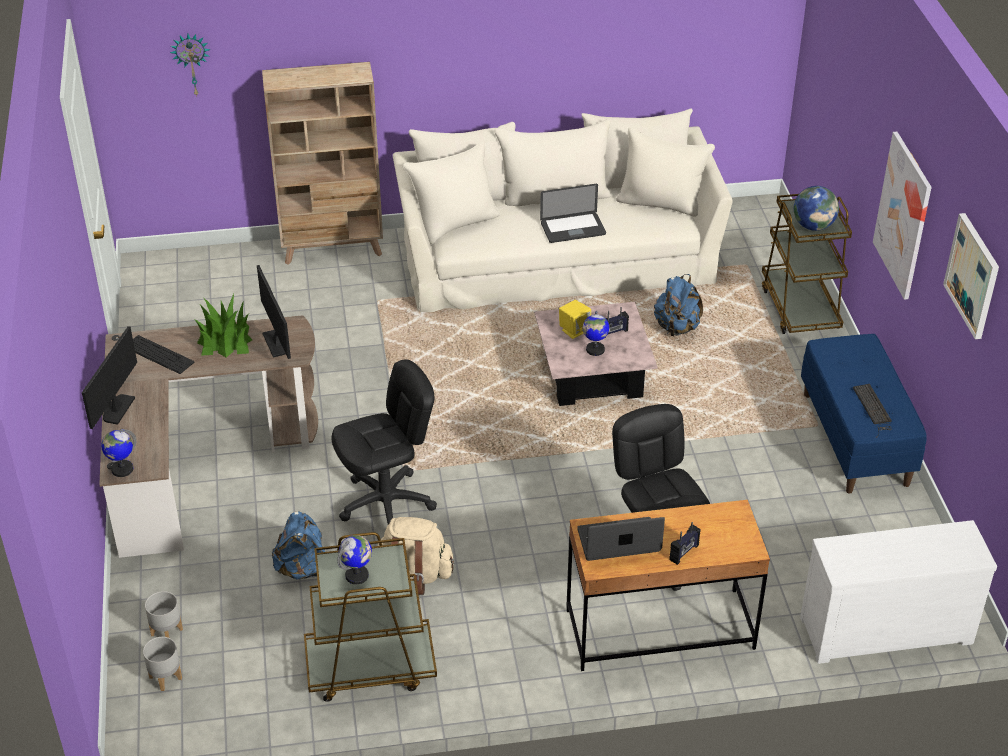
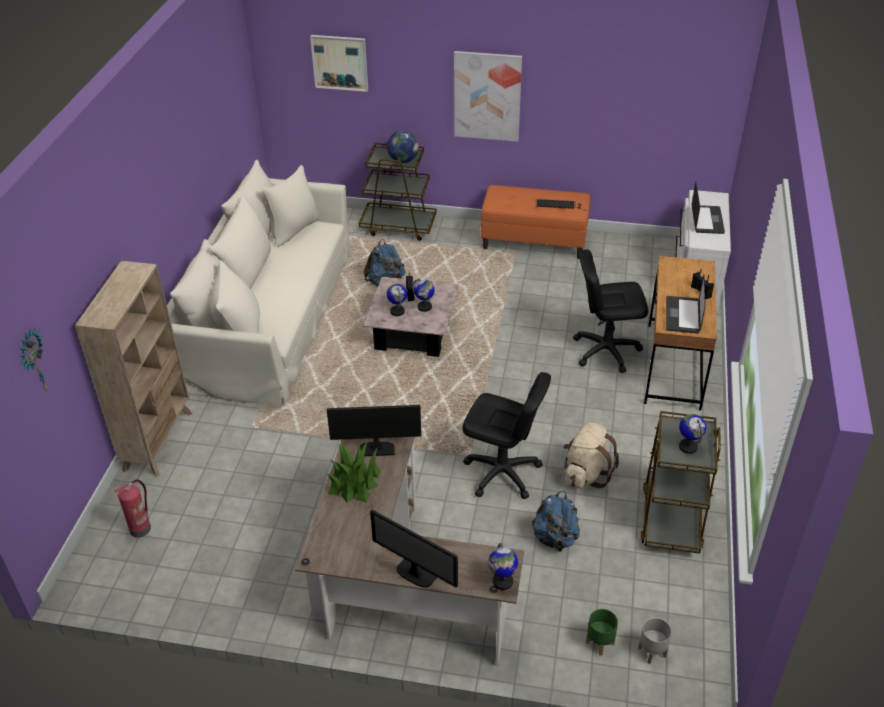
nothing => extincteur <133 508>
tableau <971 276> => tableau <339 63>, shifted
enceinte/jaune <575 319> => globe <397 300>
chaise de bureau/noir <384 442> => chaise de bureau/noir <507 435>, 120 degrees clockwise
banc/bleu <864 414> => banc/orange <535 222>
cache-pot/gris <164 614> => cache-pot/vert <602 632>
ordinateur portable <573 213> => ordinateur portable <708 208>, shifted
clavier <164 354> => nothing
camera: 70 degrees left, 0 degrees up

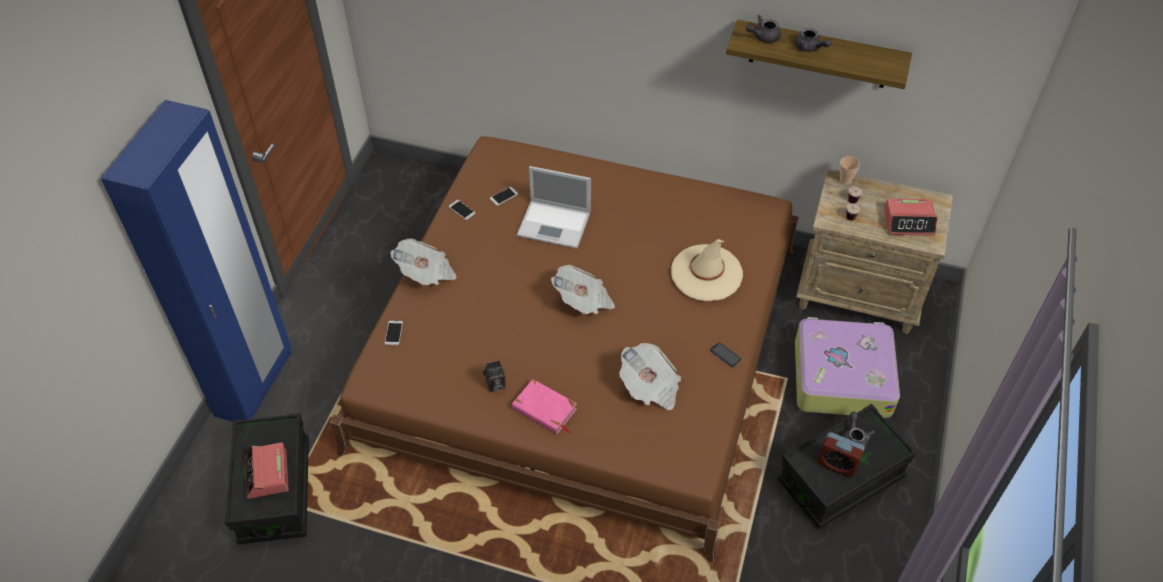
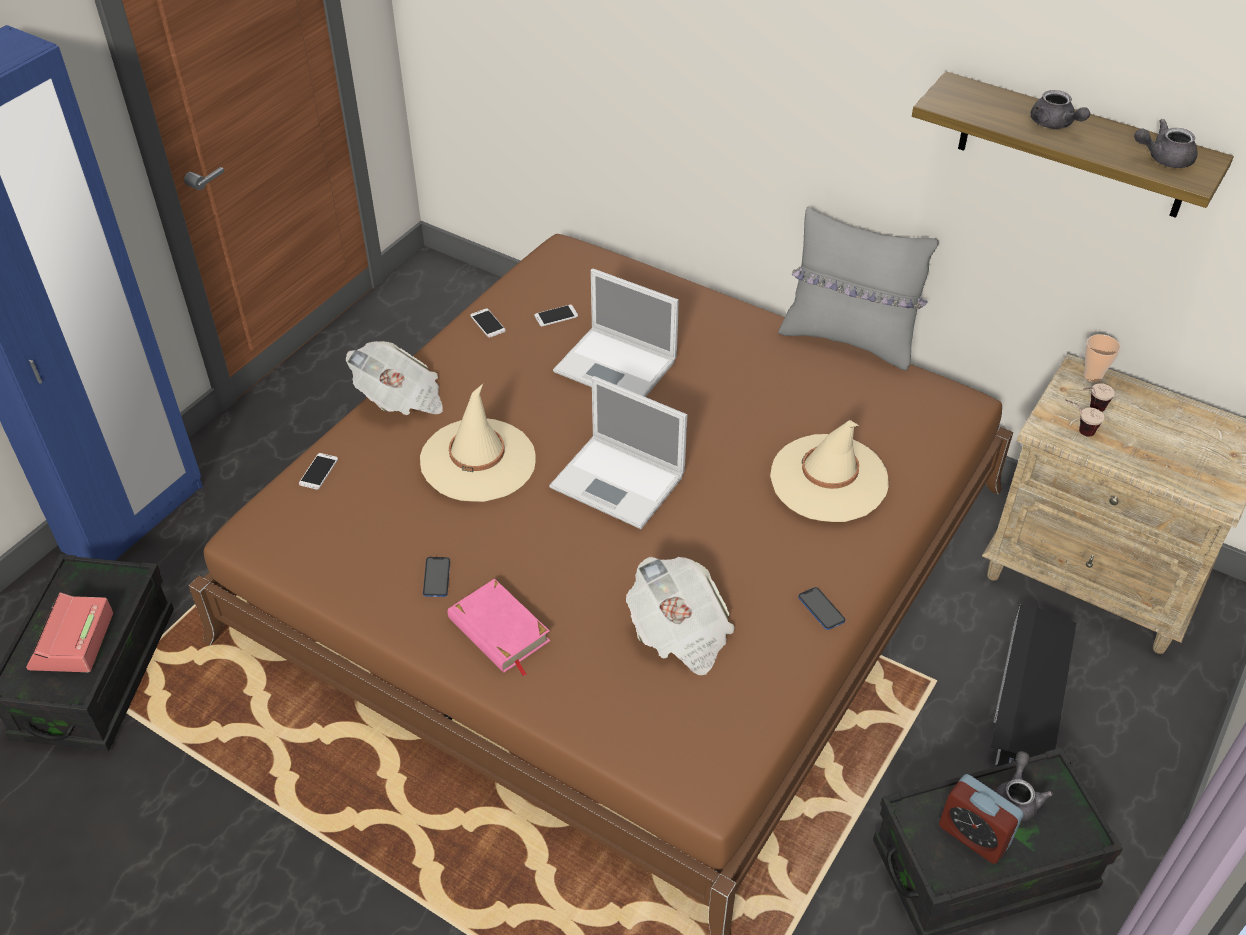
nothing => chapeau/beige <478 443>
appareil photo <494 376> => téléphone <436 577>
journal <583 290> => ordinateur portable <618 452>
nothing => coussin/gris <858 289>
valise <847 367> => boîte de rangement/noir <1034 685>
théière/gris <763 29> => théière/gris <1166 143>, shifted
réveil <911 217> => nothing
camera: 15 degrees right, 5 degrees down

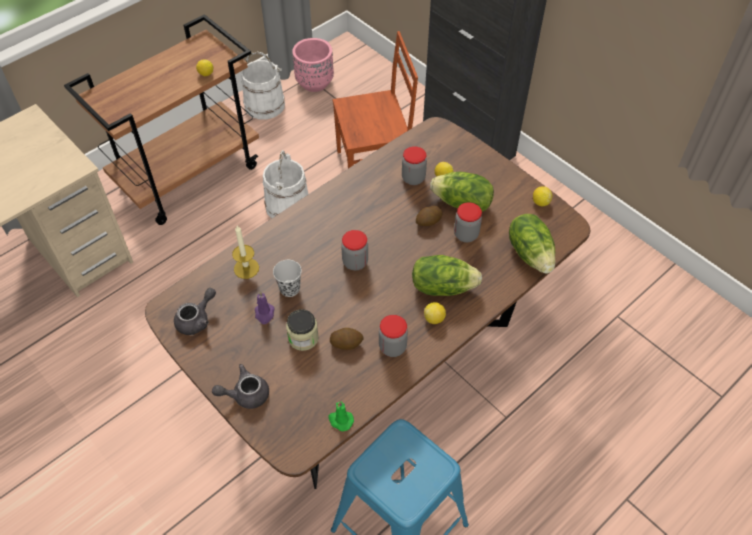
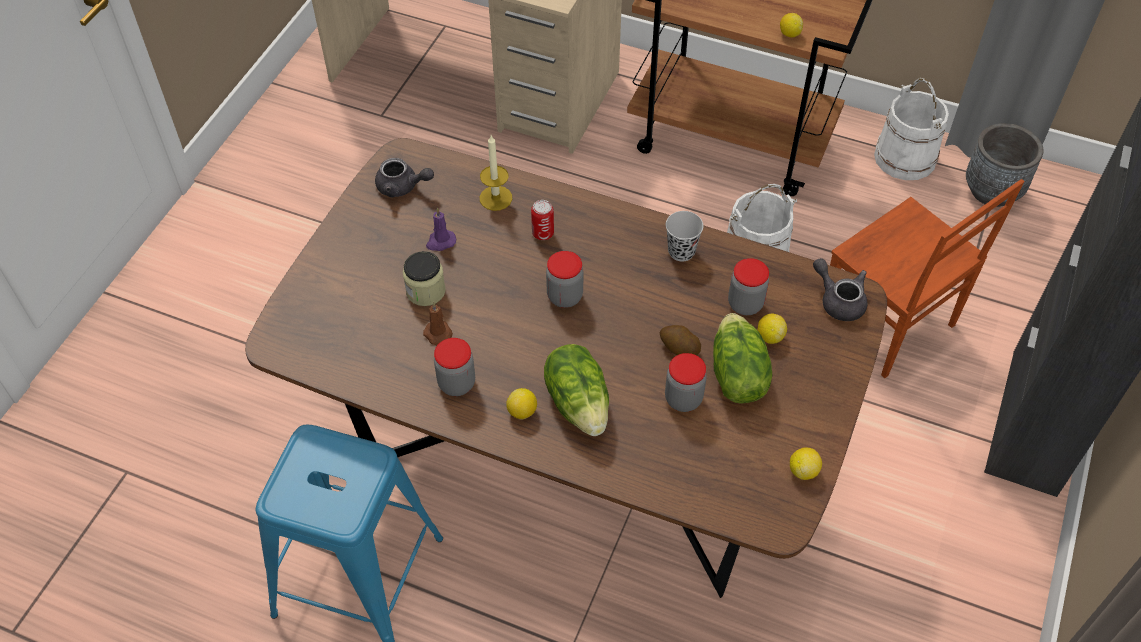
pomme de terre <347 339> => bougie/marron <438 323>
nothing => boîte métallique <542 220>
tasse/noir <287 278> => tasse/noir <684 236>, shifted
théière/gris <240 386> => théière/gris <840 289>, shifted
cache-pot/rose <313 65> => cache-pot/gris <1005 165>
bougie/vert <341 416> => nothing
laitue <532 244> => nothing
camera: 65 degrees right, 0 degrees up

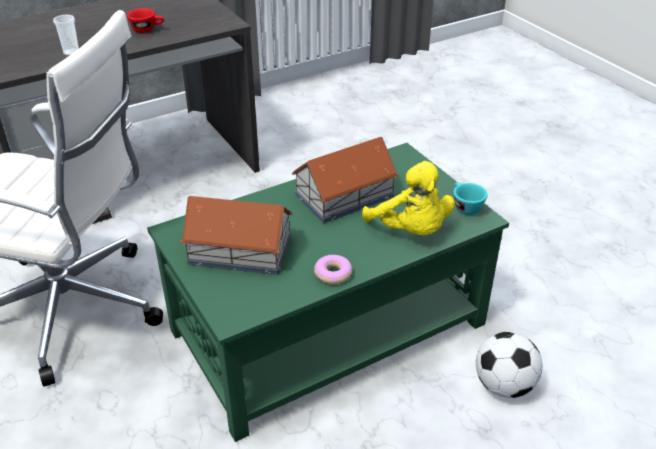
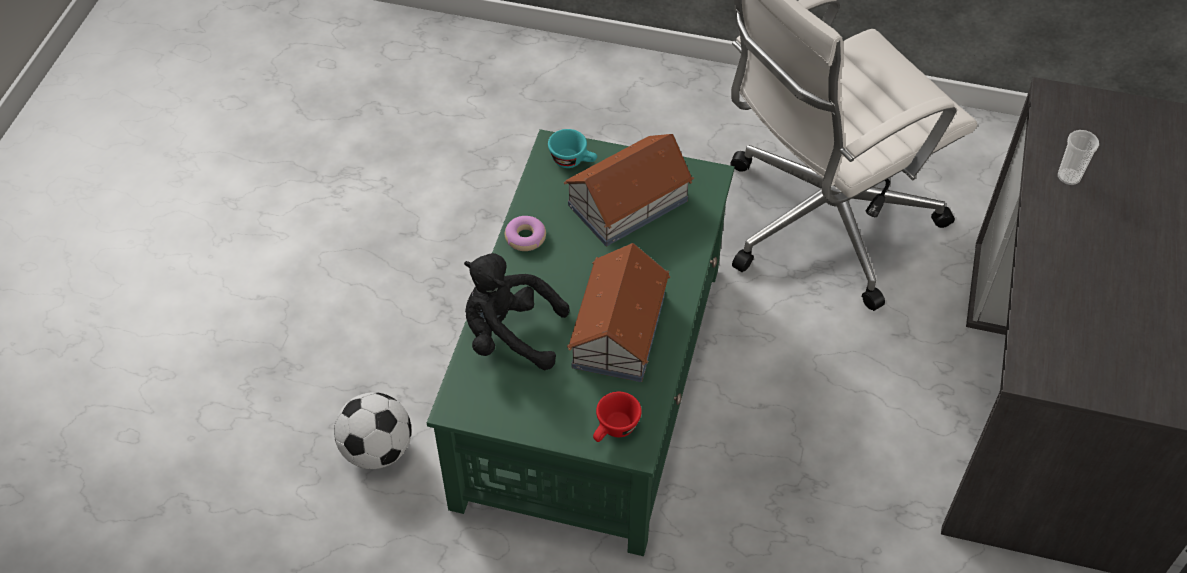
peluche/jaune <408 198> => peluche/noir <516 311>
tasse/turquoise <470 199> => tasse/turquoise <572 148>, shifted
tasse/rouge <145 20> => tasse/rouge <617 417>, shifted
camera: 135 degrees right, 15 degrees up

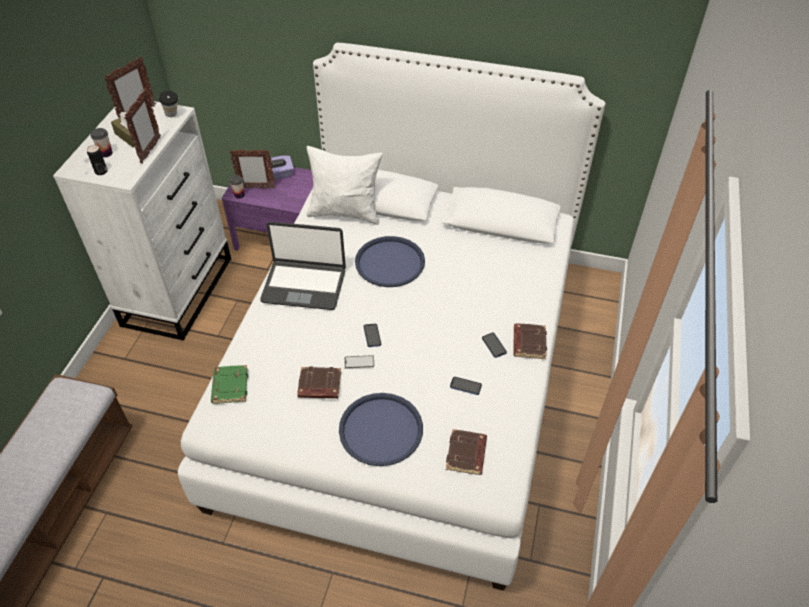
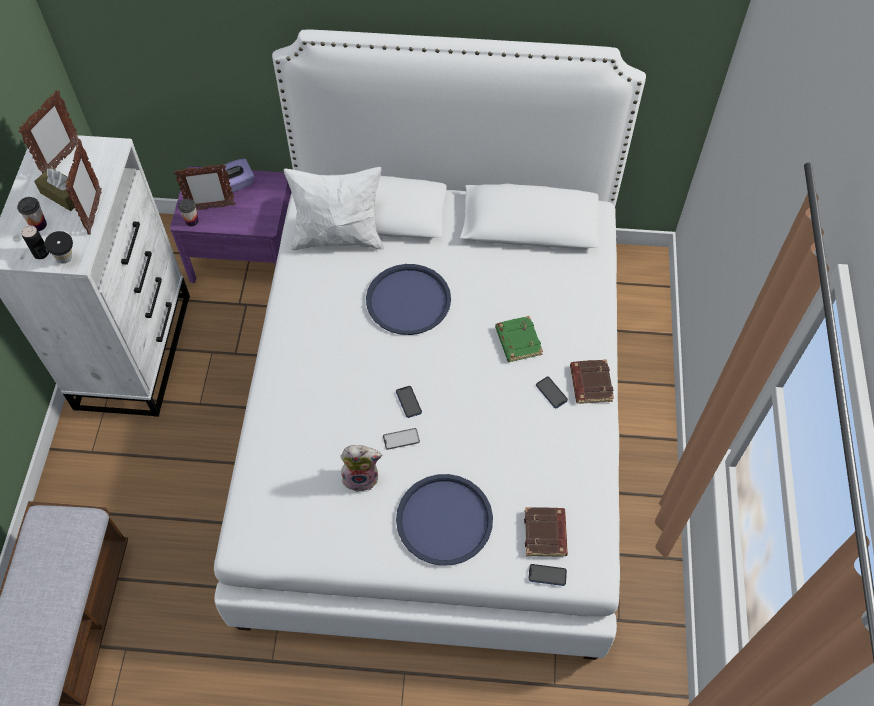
tasse <168 104> => tasse <59 247>, shifted
livre/marron <319 382> => peluche <361 468>
livre/vert <229 384> => livre/vert <519 339>, shifted
téléphone <466 386> => téléphone <547 575>, shifted
ordinateur portable <303 266> => nothing
camera: 10 degrees left, 10 degrees up

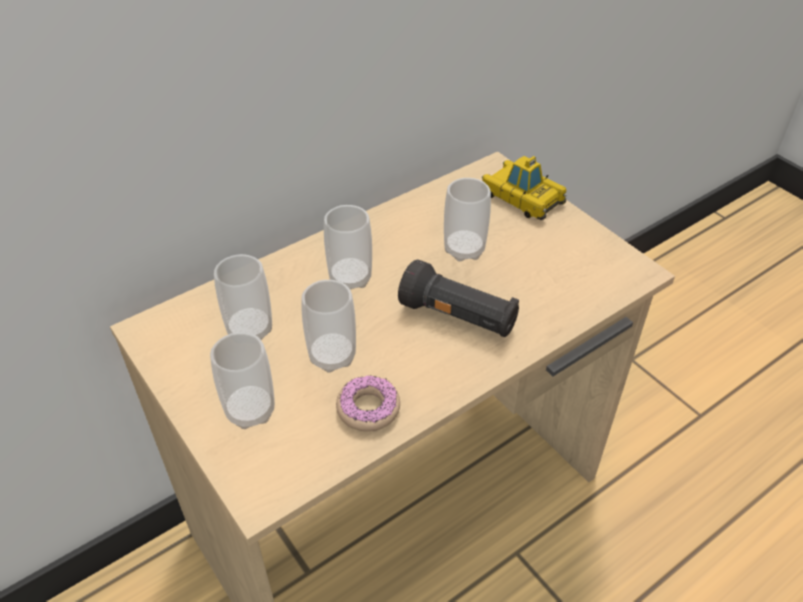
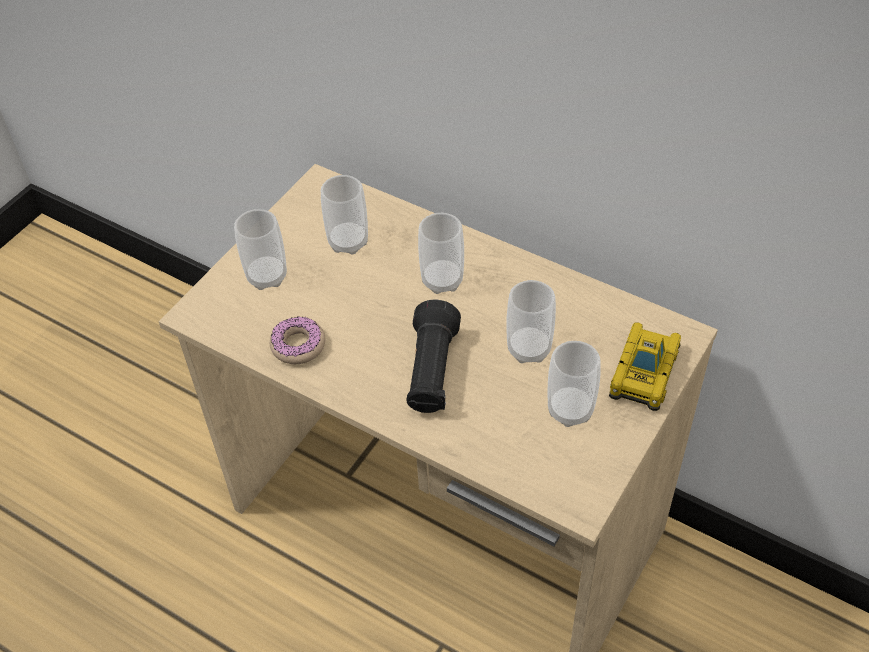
tasse <329 326> => tasse <574 384>, shifted
camera: 70 degrees right, 5 degrees up

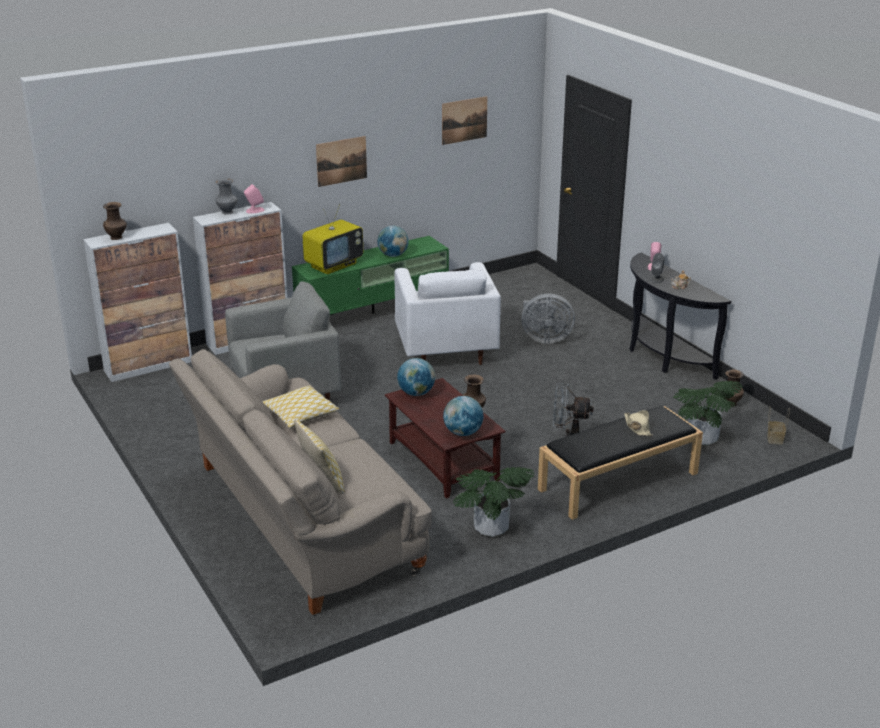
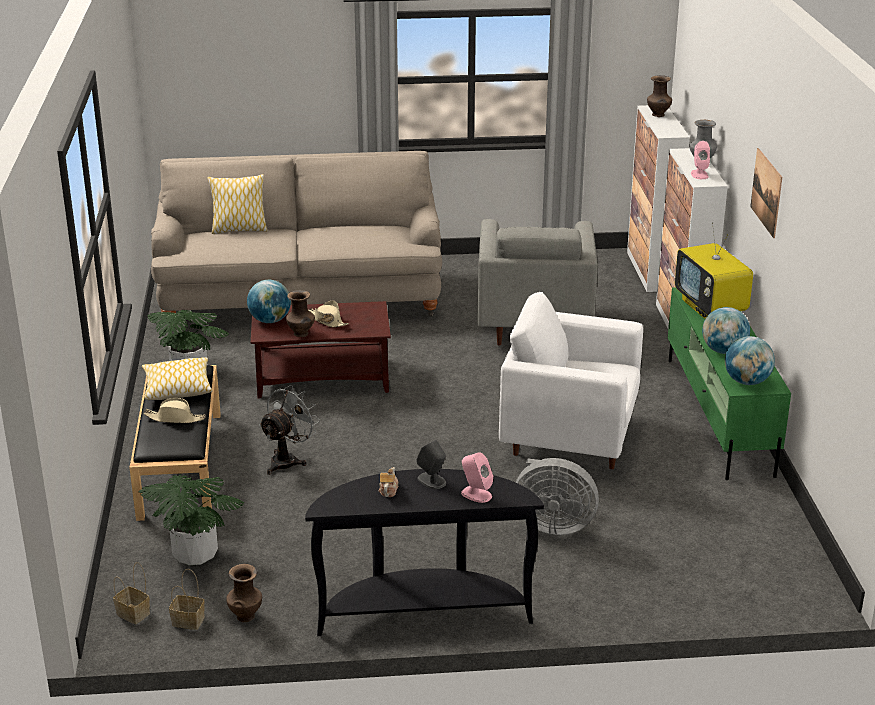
coussin <300 406> => coussin <177 378>, shifted
nothing => panier <187 599>
nothing => chapeau/beige <328 314>
ventilateur/gris <548 318> => ventilateur/gris <557 496>, 105 degrees counterclockwise
globe <416 377> => globe <750 360>, shifted
tableau <464 120> => nothing
camera: 115 degrees right, 0 degrees up

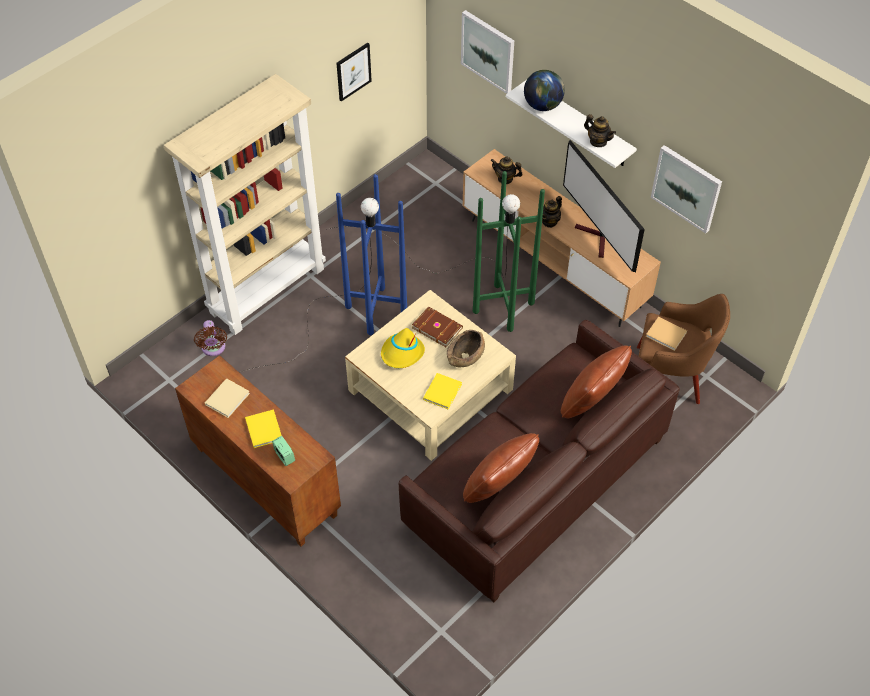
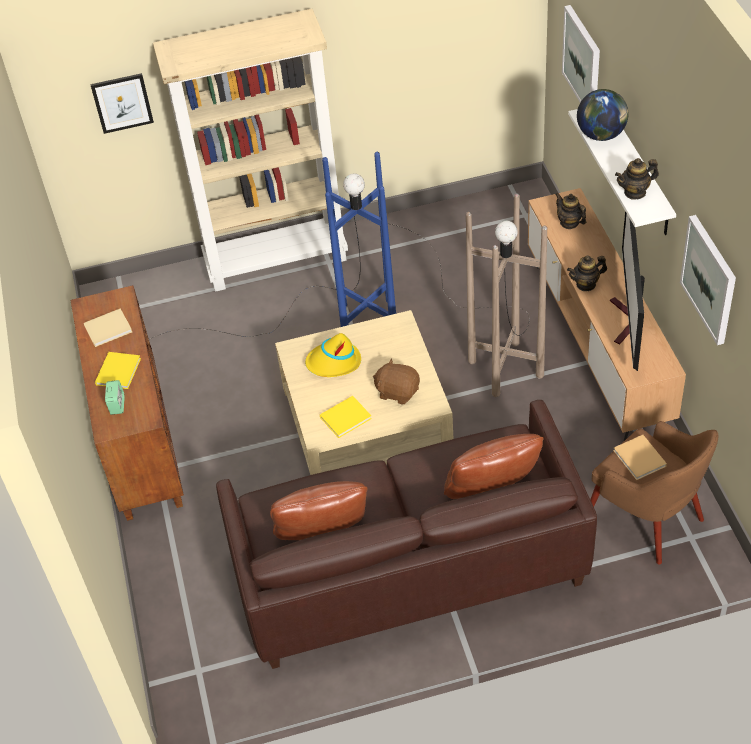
tableau <354 72> => tableau <122 103>, shifted
bol/marron <466 348> => peluche/marron <396 382>
lampadaire/vert <436 251> => lampadaire/marron <469 295>
théière <600 130> => théière <637 179>, 90 degrees clockwise
ventilateur/marron <210 338> => nothing
livre/marron <437 326> => nothing
camera: 35 degrees right, 5 degrees down

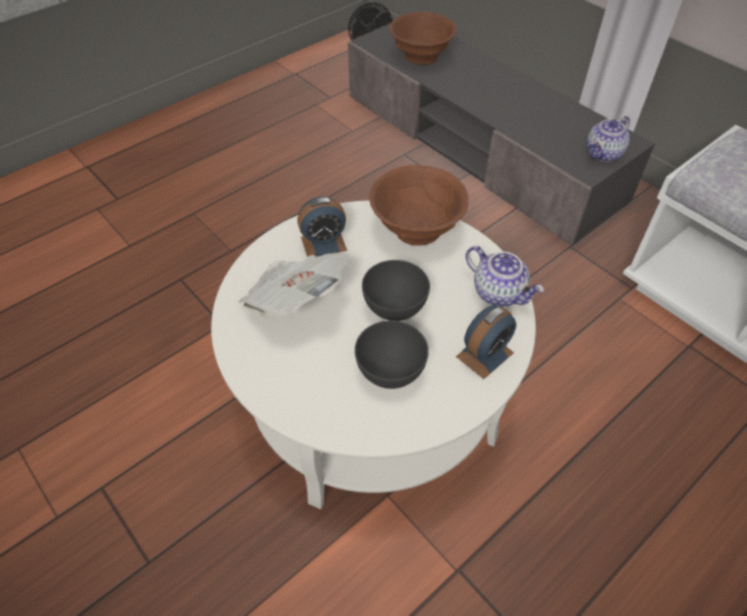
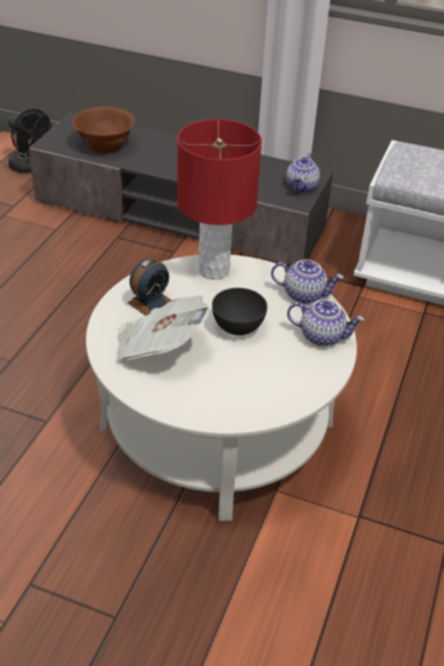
bol/marron <419 205> => lampe de table/rouge <219 199>
réveil <486 342> => théière <325 323>
bol/gris <392 354> => nothing
camera: 30 degrees left, 10 degrees down

